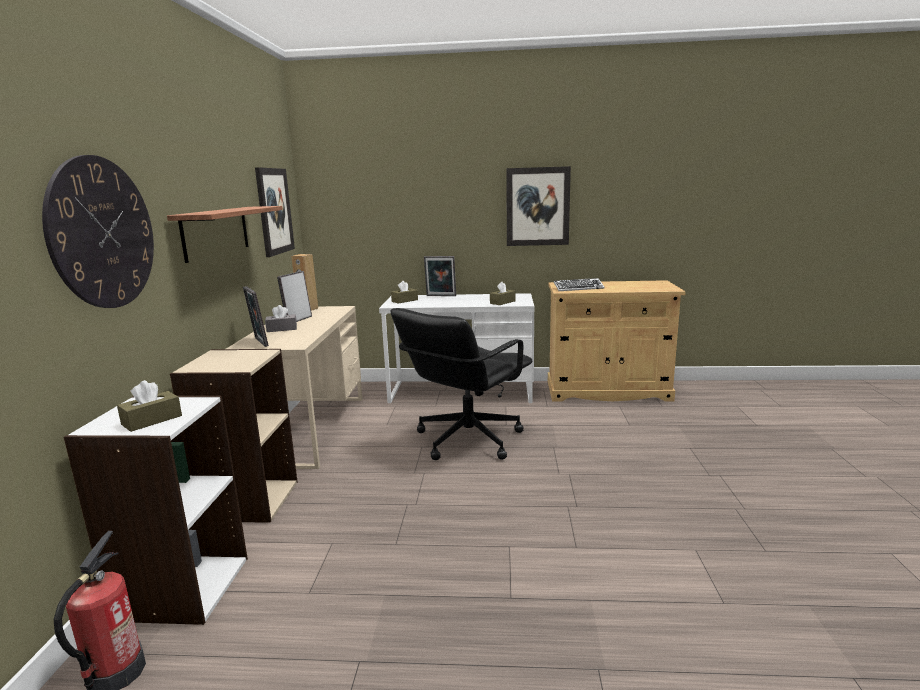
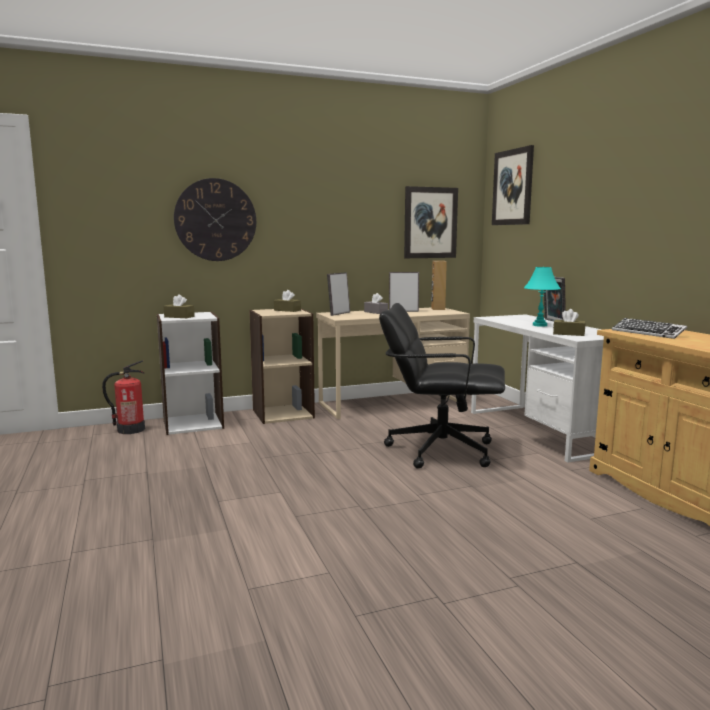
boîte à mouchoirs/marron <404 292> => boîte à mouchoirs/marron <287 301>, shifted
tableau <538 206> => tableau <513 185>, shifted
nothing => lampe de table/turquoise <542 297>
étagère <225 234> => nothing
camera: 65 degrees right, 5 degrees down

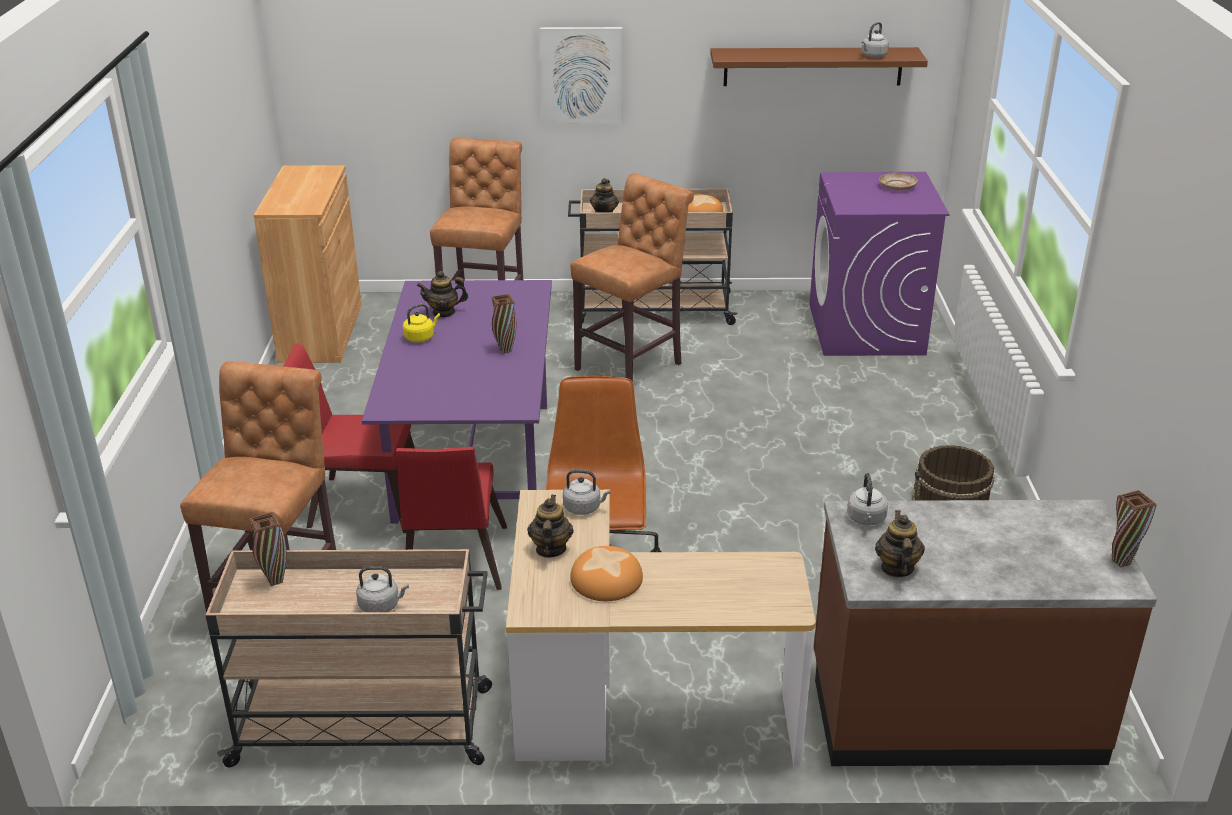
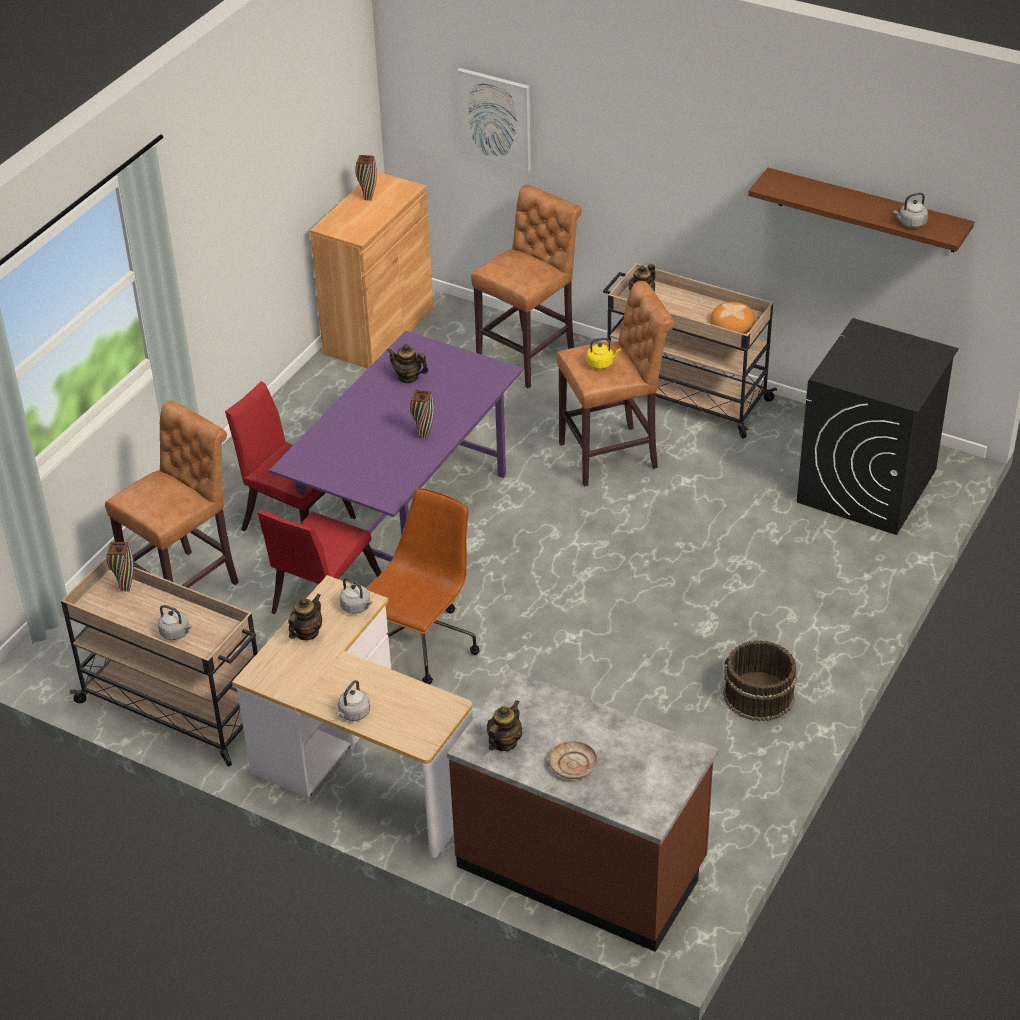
bouilloire/gris <867 499> => bouilloire/gris <353 700>, shifted
vase/marron <1134 528> => vase/marron <366 177>, shifted
tableau <581 75> => tableau <494 119>, shifted
assiette/beige <898 181> => assiette/beige <573 760>, shifted
bouilloire/jaune <421 323> => bouilloire/jaune <604 353>, shifted
lave-linge/violet <879 264> => lave-linge/noir <878 426>
pain <606 573> => nothing
camera: 30 degrees right, 10 degrees up

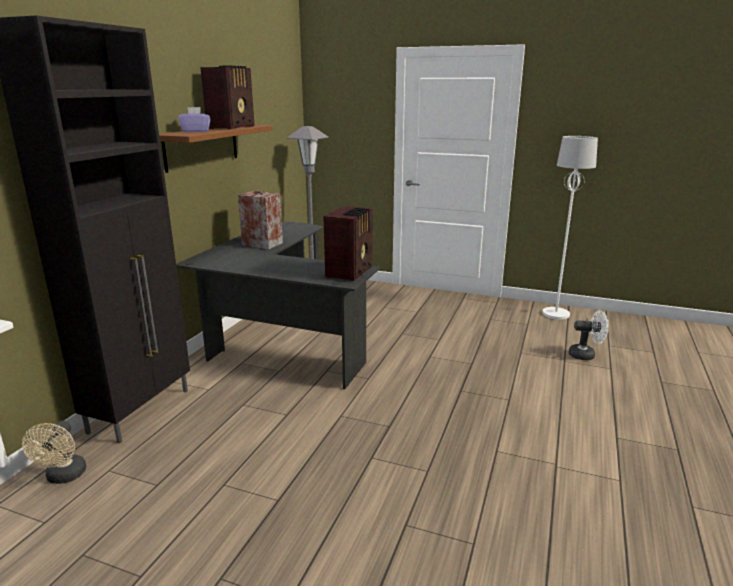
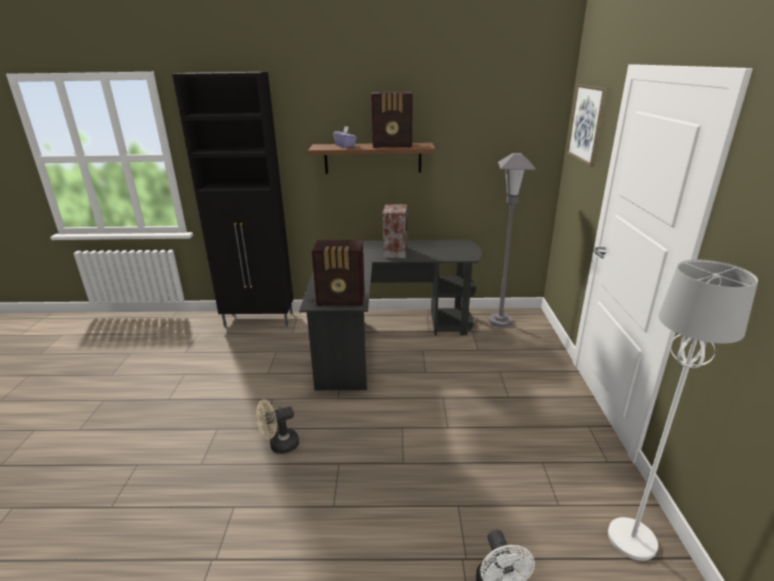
ventilateur/beige <54 452> => ventilateur/beige <277 427>, shifted
nothing => tableau <587 125>
camera: 70 degrees right, 5 degrees up

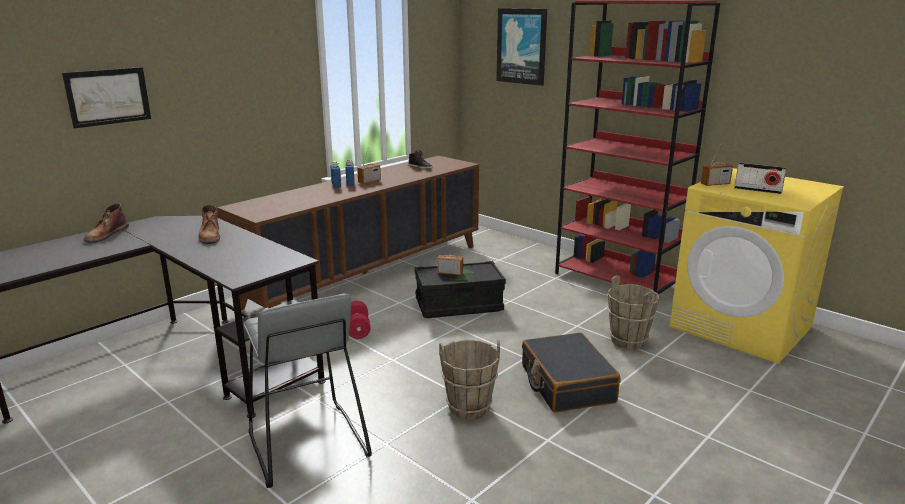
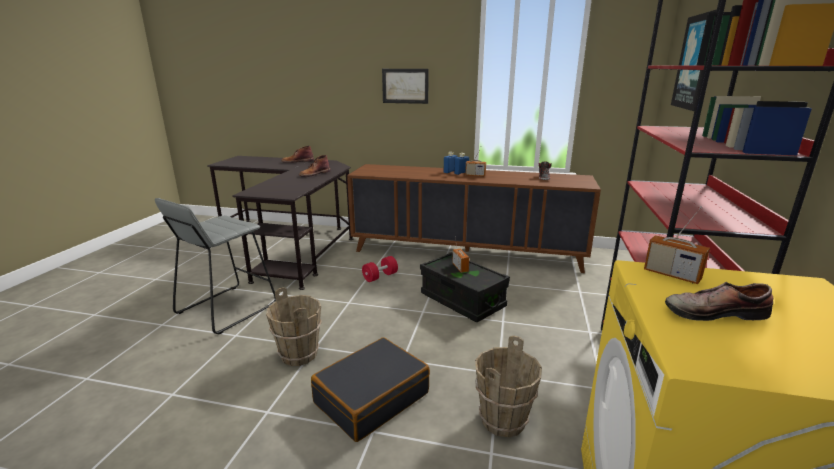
tableau <106 97> => tableau <405 86>, shifted
radio <760 178> => chaussure <719 301>
camera: 60 degrees right, 0 degrees up

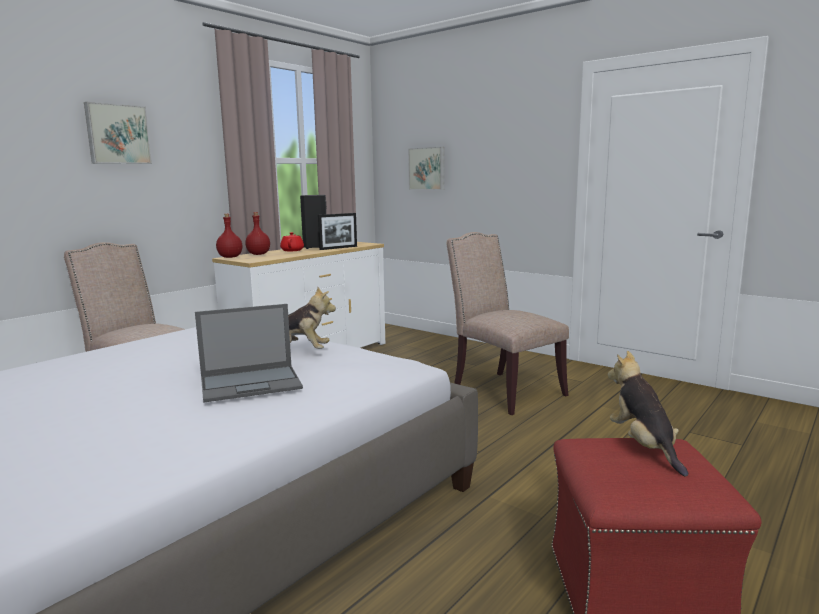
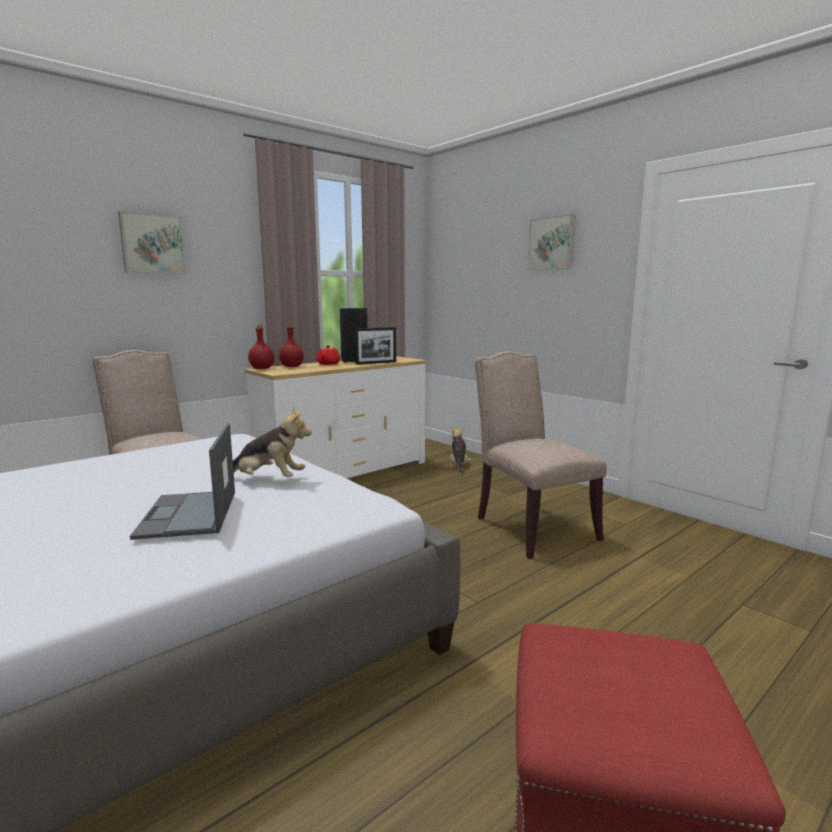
ordinateur portable <249 353> => ordinateur portable <182 481>, 90 degrees clockwise
peluche <648 414> => peluche <461 450>, shifted
tableau <426 168> => tableau <552 242>, shifted
camera: 10 degrees right, 0 degrees up

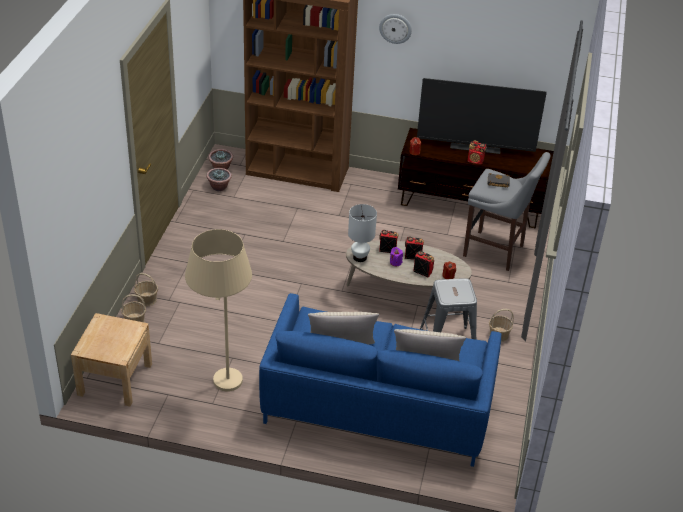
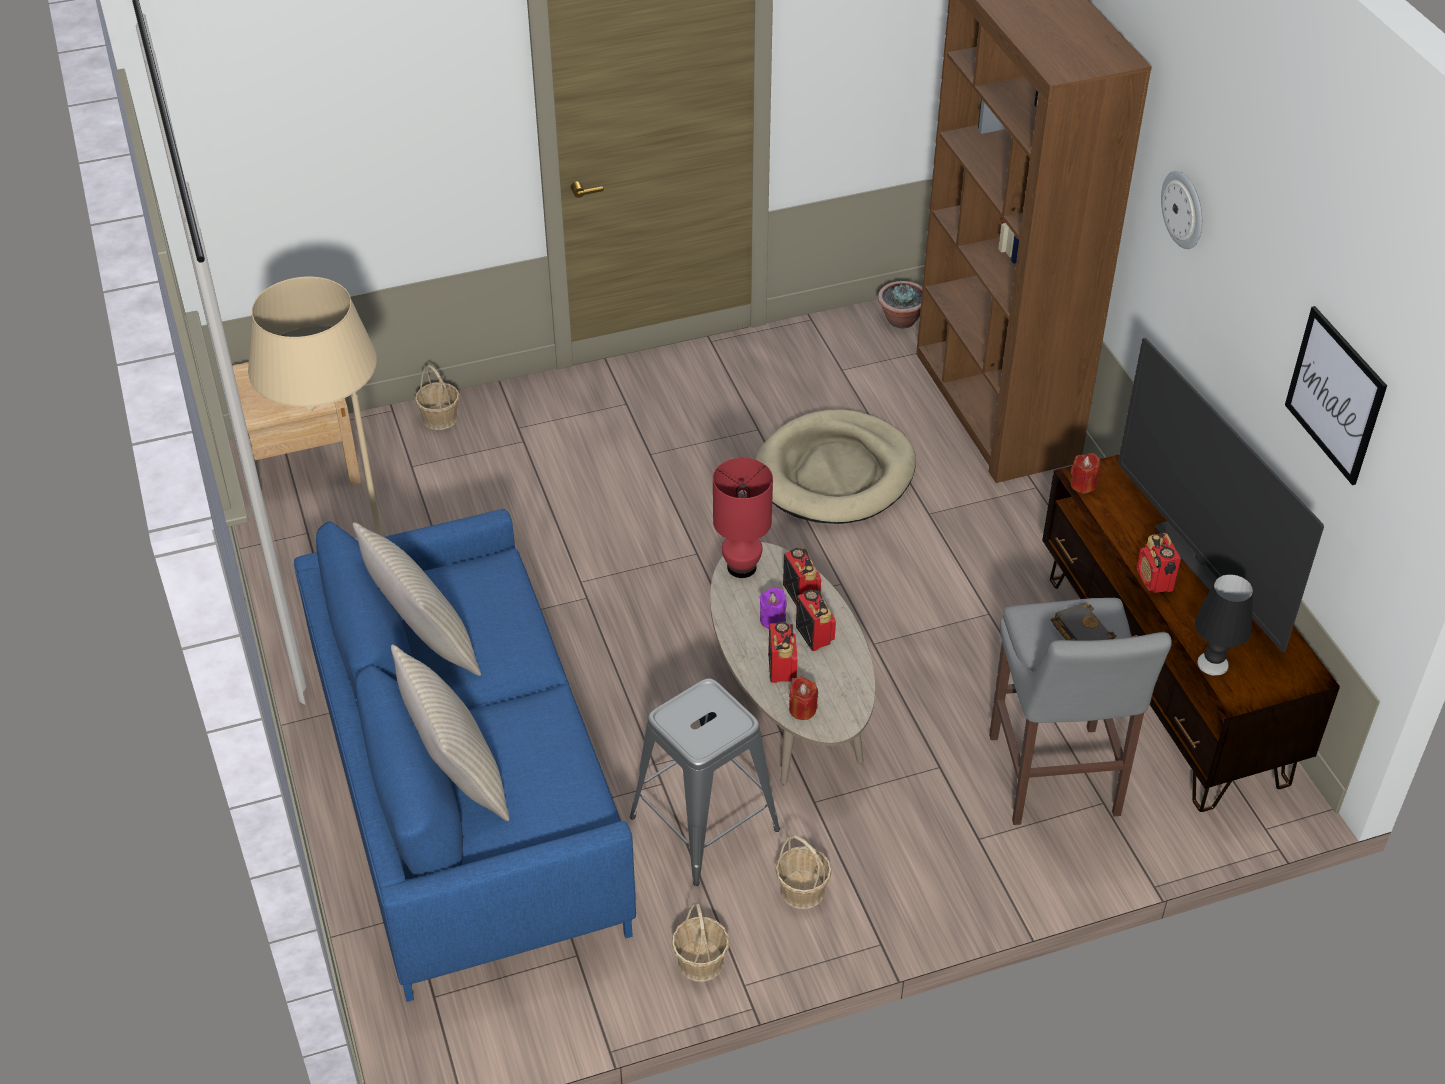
panier <146 290> => panier <700 942>, shifted
lampe de table/blanc <362 233> => lampe de table/rouge <743 518>
nothing => panier pour chien/beige <835 467>
nothing => lampe de table/noir <1224 625>
nothing => tableau <1336 395>
plante en pot <219 179> => nothing
camera: 60 degrees right, 5 degrees up

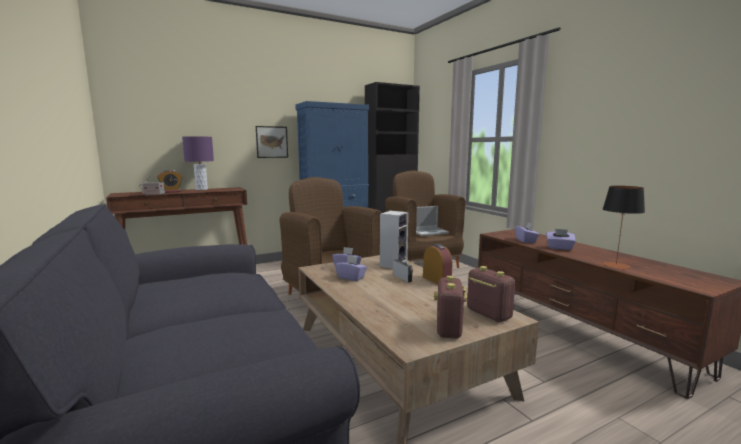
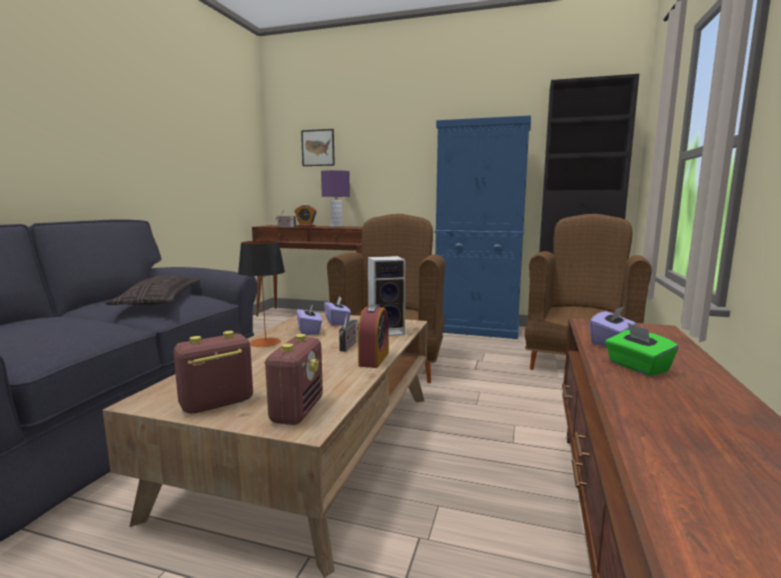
nothing => coussin <152 290>
lampe de table <624 227> => lampe de table <261 294>, shifted
tableau <272 142> => tableau <318 147>, shifted
boîte à mouchoirs/violet <561 239> => boîte à mouchoirs/vert <642 349>
ordinateur portable <432 221> => nothing
camera: 45 degrees right, 0 degrees up

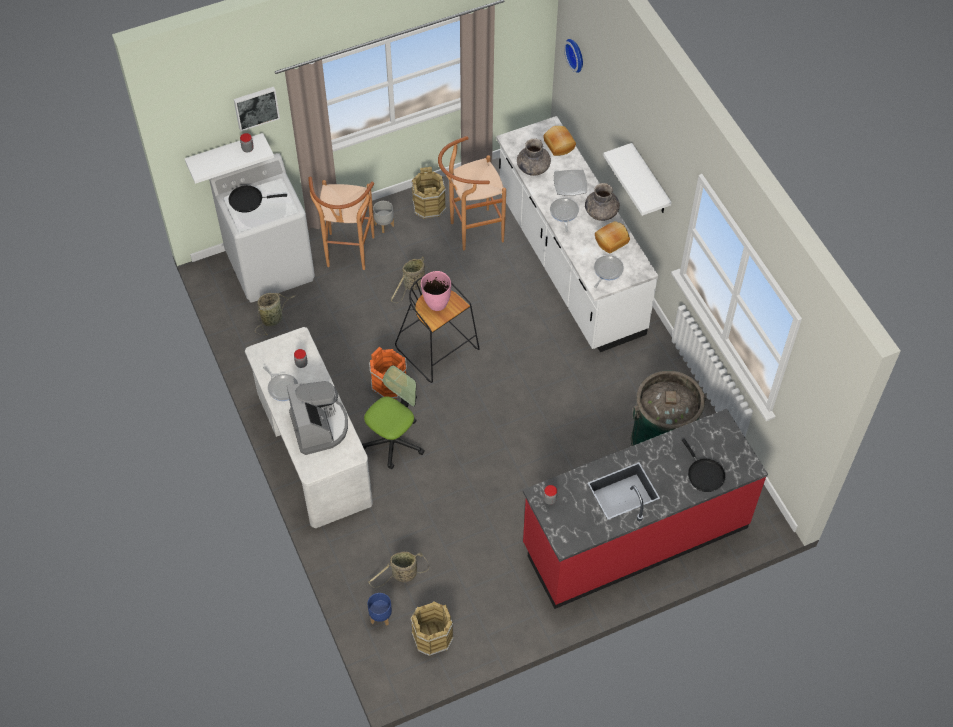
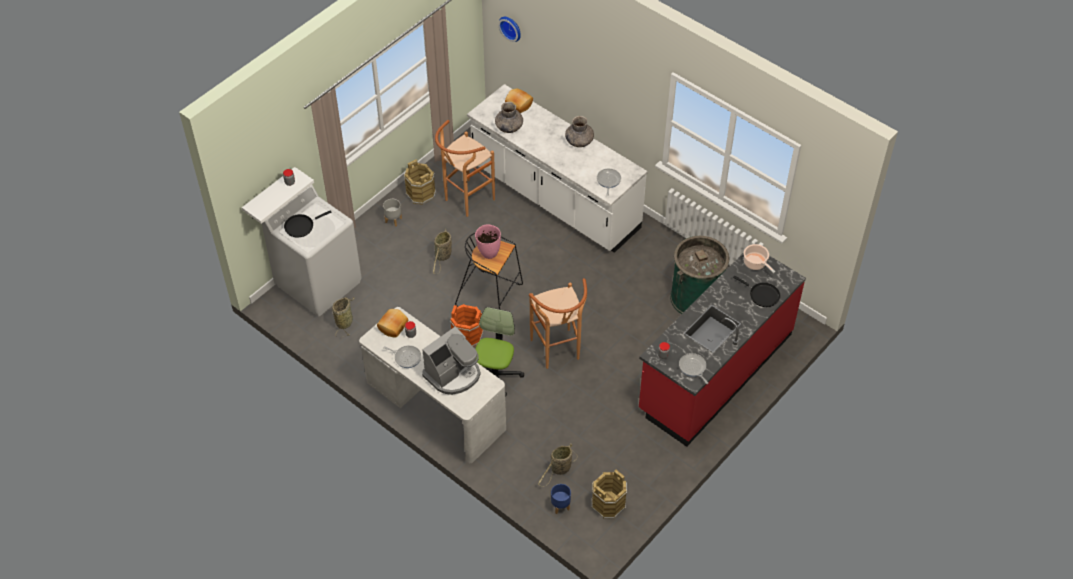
pain <612 237> => pain <392 323>, shifted
machine à café <317 418> => machine à café <451 360>, 90 degrees clockwise
tabouret/marron <341 223> => tabouret/marron <558 323>, shifted
poêle <564 215> => poêle <693 368>, shifted
nothing => marmite <759 258>
tableau <257 109> => nothing
assiette <570 183> => nothing
étagère/blanc <637 179> => nothing
camera: 25 degrees left, 5 degrees down

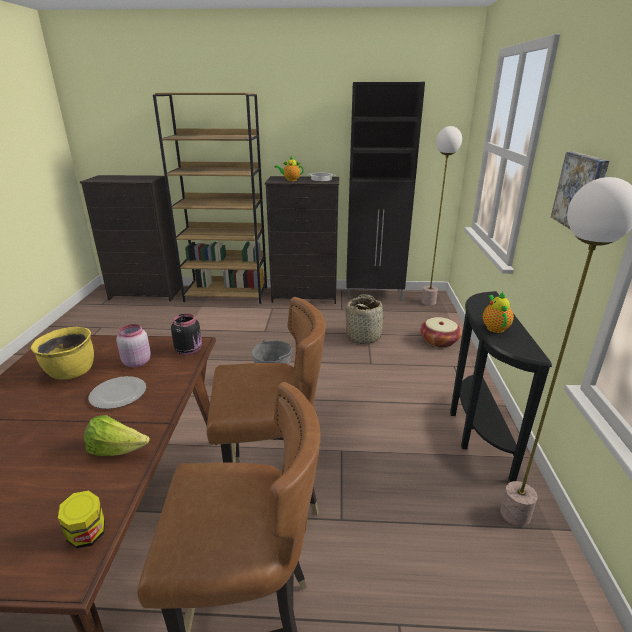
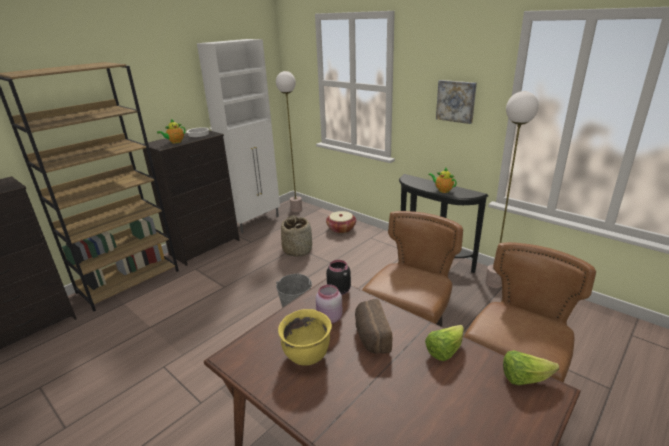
meuble de rangement/noir <385 191> => meuble de rangement/blanc <238 136>
assiette <117 392> => pain <373 326>
bocal <81 520> => laitue <531 367>
camera: 50 degrees left, 0 degrees up

